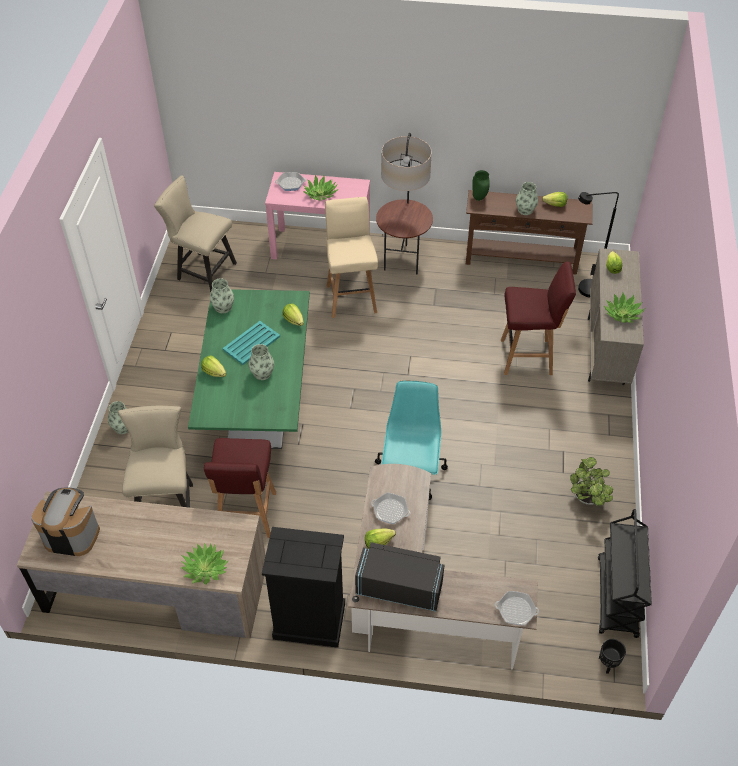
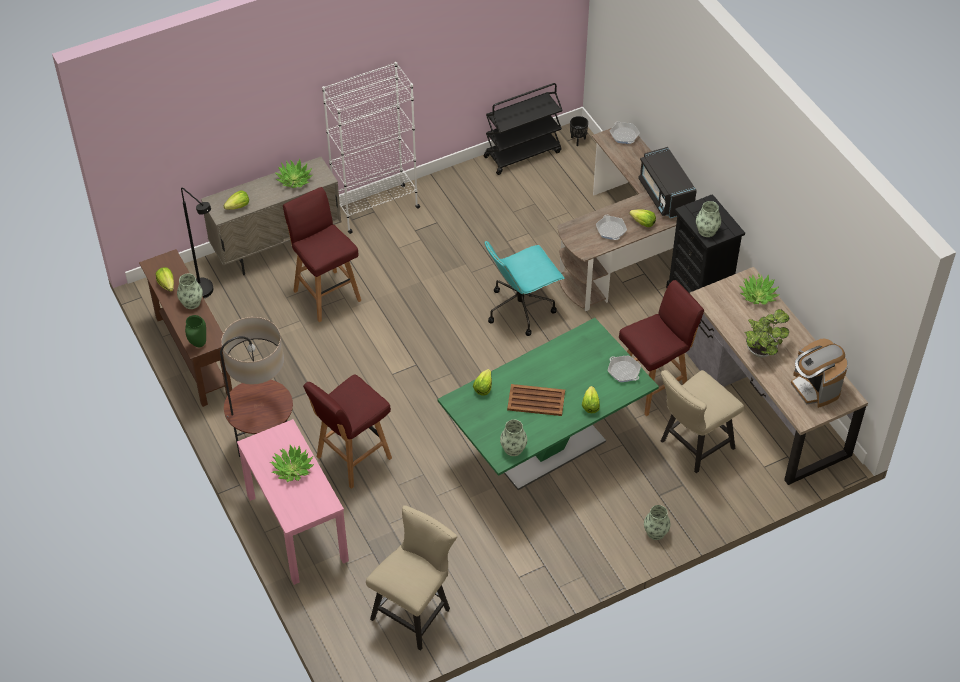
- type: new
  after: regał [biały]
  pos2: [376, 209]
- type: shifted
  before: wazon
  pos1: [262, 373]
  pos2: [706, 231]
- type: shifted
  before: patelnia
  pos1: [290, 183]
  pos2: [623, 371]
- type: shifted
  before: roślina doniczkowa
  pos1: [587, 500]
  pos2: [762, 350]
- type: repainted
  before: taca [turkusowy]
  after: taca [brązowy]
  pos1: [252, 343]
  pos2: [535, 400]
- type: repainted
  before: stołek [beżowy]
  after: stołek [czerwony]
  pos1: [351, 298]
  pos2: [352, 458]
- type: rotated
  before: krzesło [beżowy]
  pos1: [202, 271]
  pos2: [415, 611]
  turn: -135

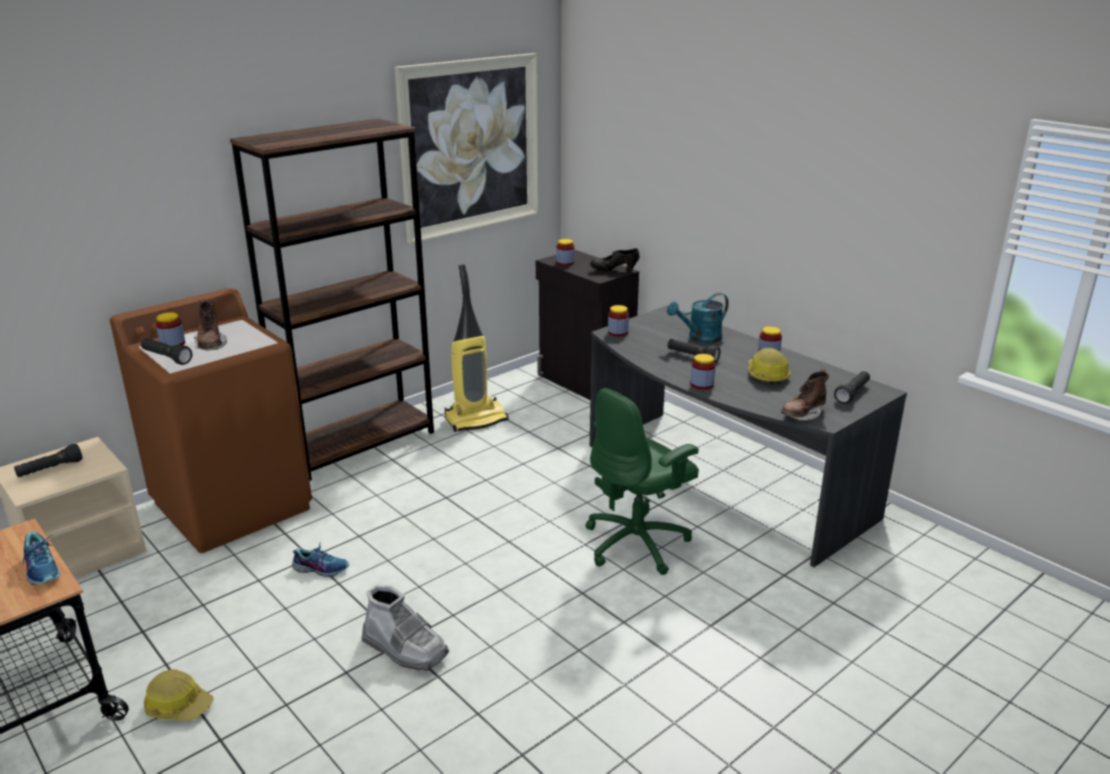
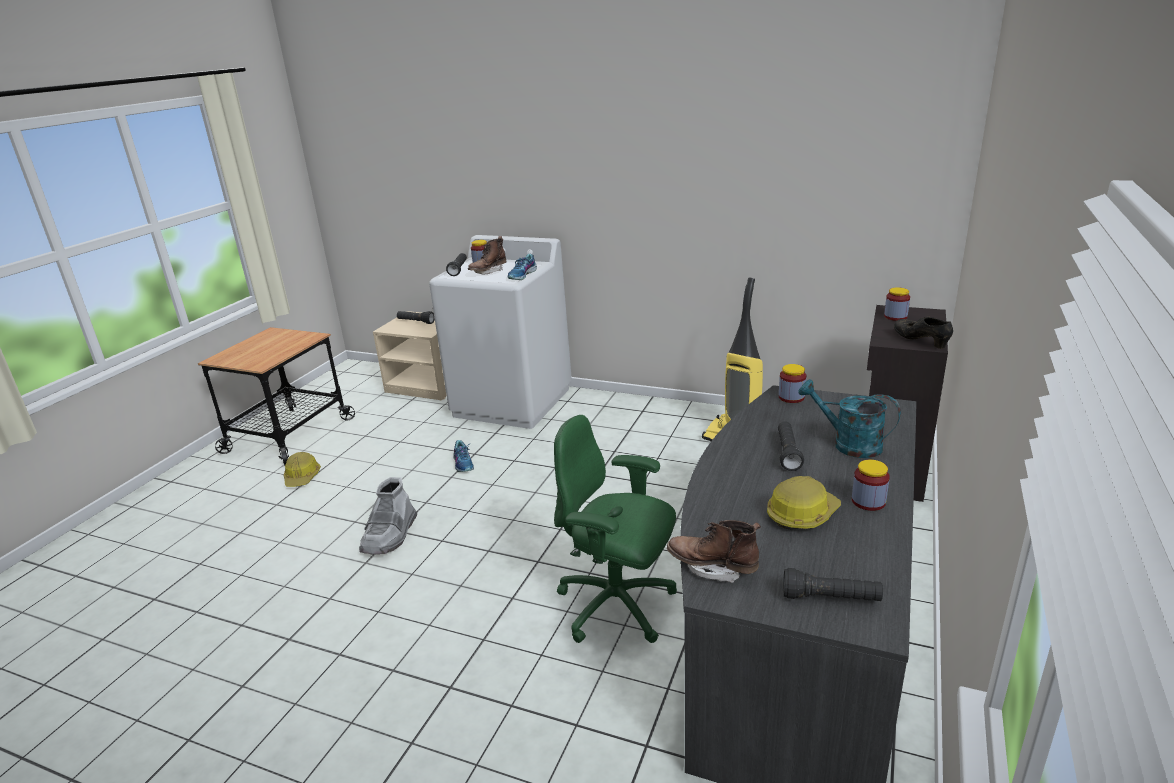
- type: gone
  before: regał [brązowy]
  pos1: [358, 444]
- type: gone
  before: obraz
  pos1: [470, 146]
- type: gone
  before: słoik
  pos1: [702, 384]
- type: shifted
  before: but
  pos1: [43, 568]
  pos2: [522, 275]
- type: repainted
  before: pralka [brązowy]
  after: pralka [biały]
  pos1: [233, 505]
  pos2: [513, 402]

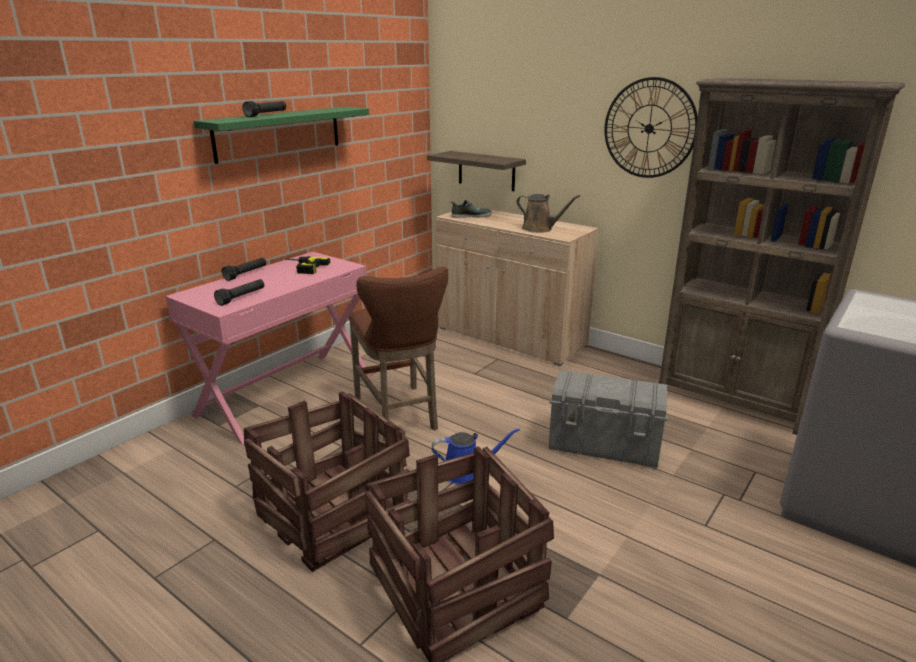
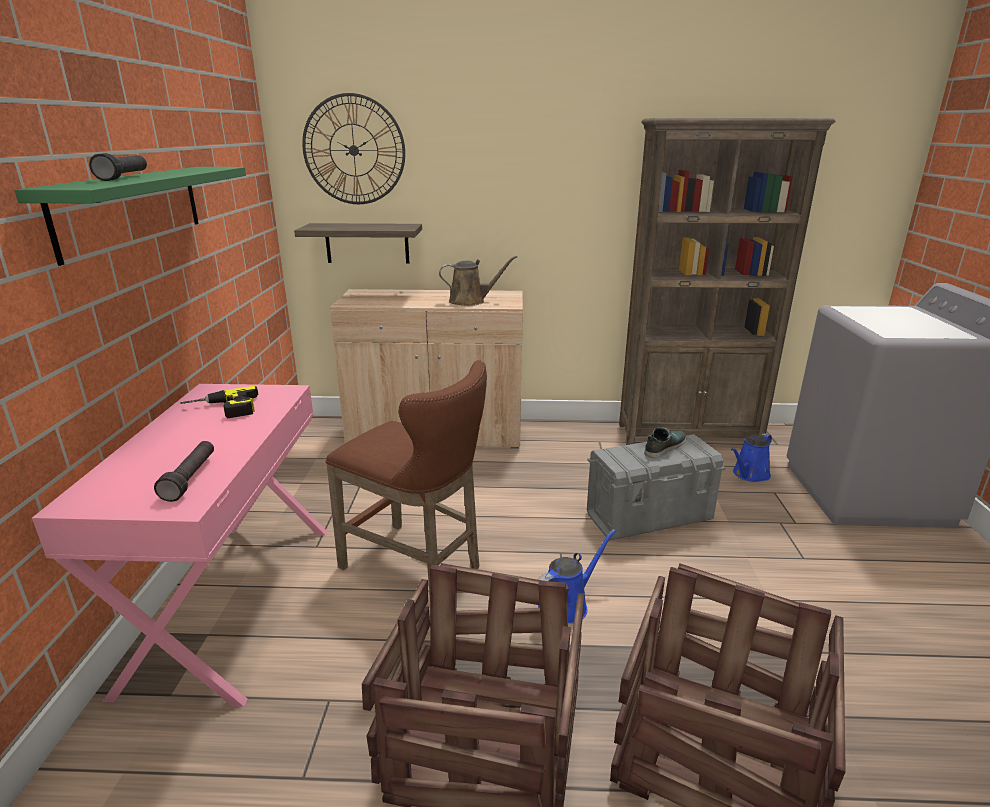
- type: gone
  before: latarka [czarny]
  pos1: [246, 274]
- type: new
  after: konewka [niebieski]
  pos2: [749, 474]
- type: shifted
  before: but
  pos1: [471, 216]
  pos2: [664, 447]
- type: shifted
  before: zegar ścienny
  pos1: [649, 128]
  pos2: [354, 150]

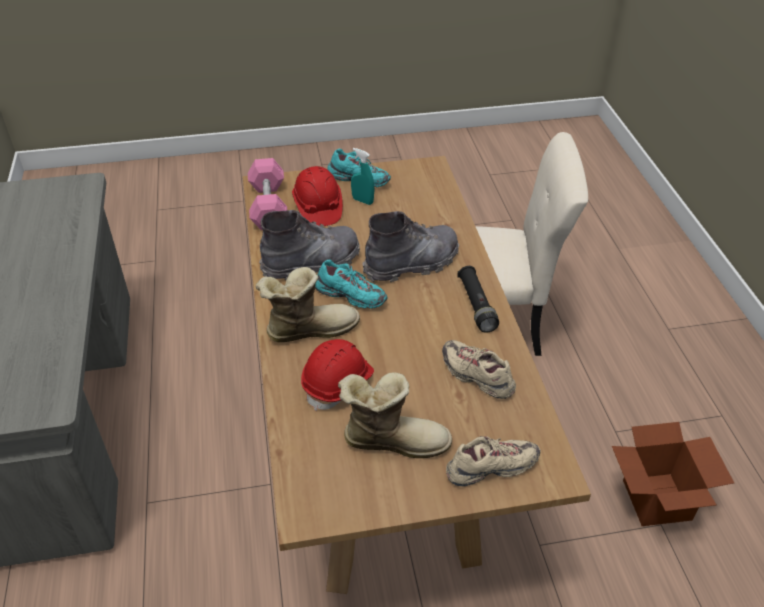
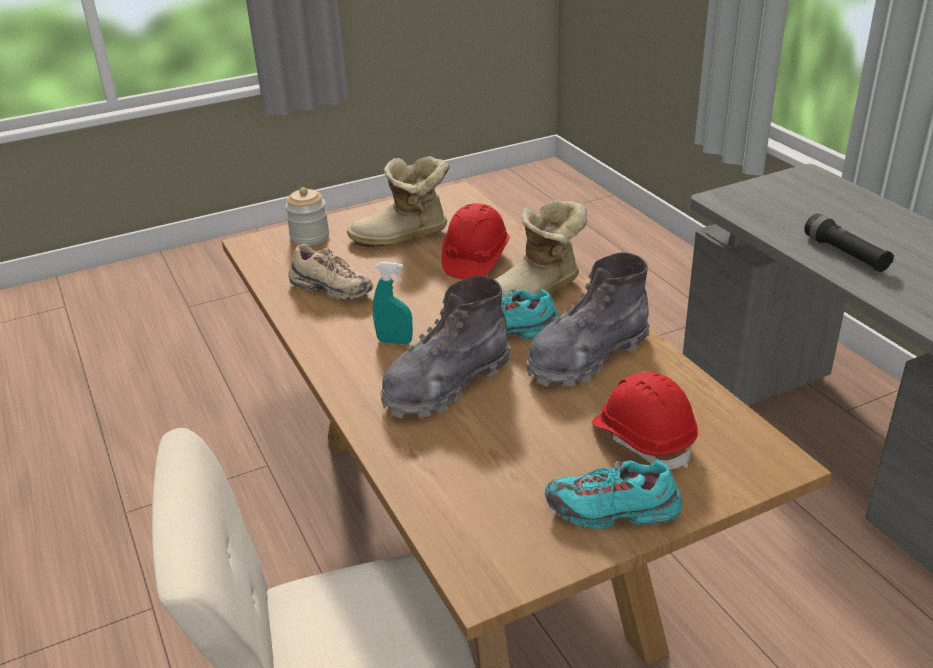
- type: gone
  before: hantel [różowy]
  pos1: [268, 206]
- type: gone
  before: karton
  pos1: [656, 499]
- type: shifted
  before: spryskiwacz [turkusowy]
  pos1: [362, 201]
  pos2: [394, 341]
- type: shifted
  before: latarka [czarny]
  pos1: [476, 305]
  pos2: [845, 254]
- type: swapped
  before: but [beżowy]
  after: słoik
  pos1: [491, 468]
  pos2: [309, 237]

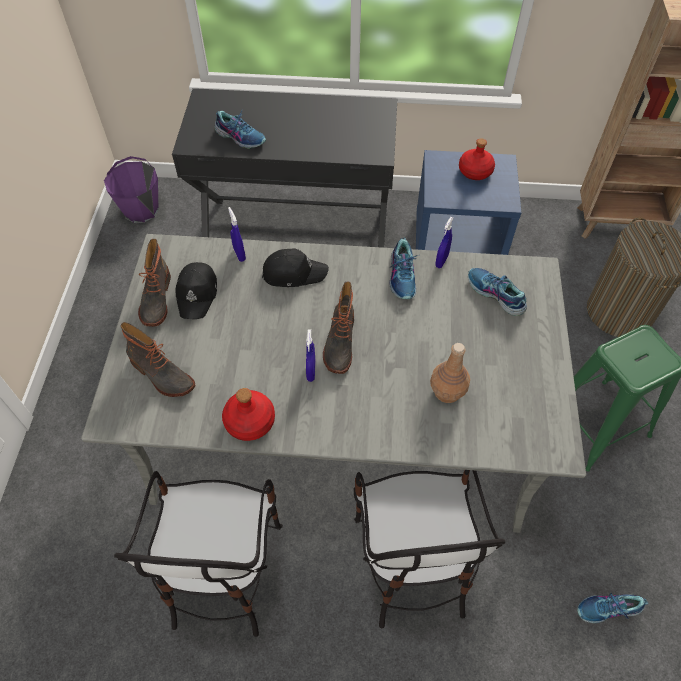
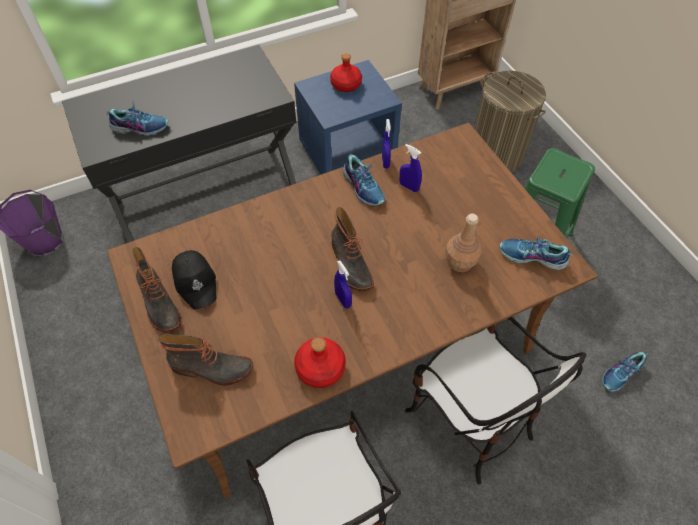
- type: gone
  before: czapka z daszkiem [czarny]
  pos1: [293, 273]
- type: shifted
  before: spryskiwacz [niebieski]
  pos1: [239, 254]
  pos2: [409, 187]
- type: shifted
  before: but
  pos1: [495, 295]
  pos2: [532, 257]
- type: repainted
  before: stół jadalny [szary]
  after: stół jadalny [brązowy]
  pos1: [341, 429]
  pos2: [349, 344]

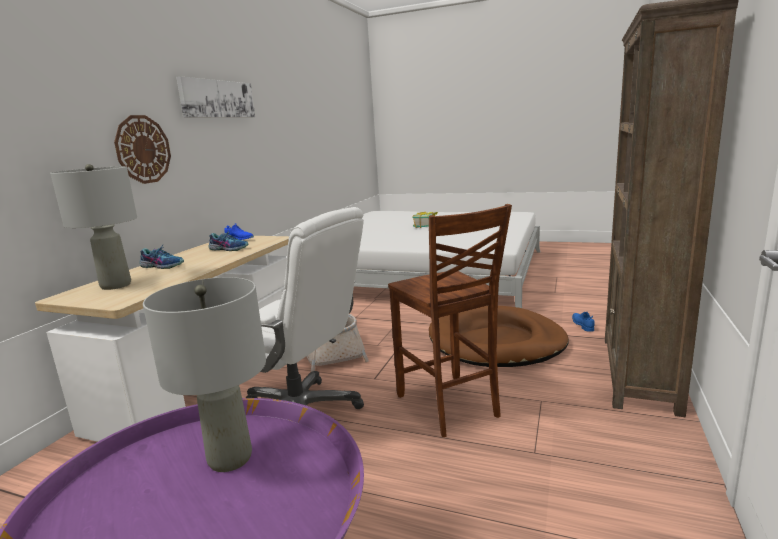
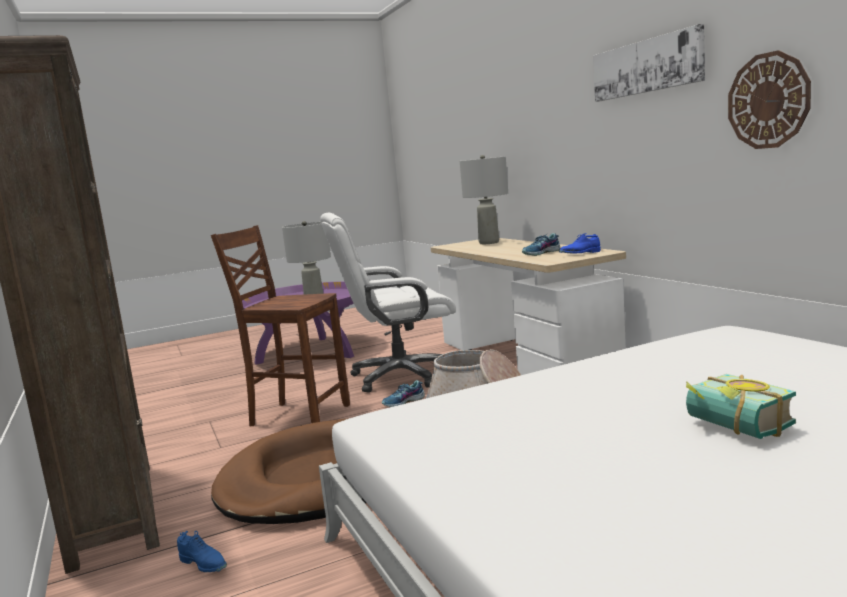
- type: shifted
  before: zegar ścienny
  pos1: [143, 149]
  pos2: [768, 101]
- type: shifted
  before: but
  pos1: [162, 266]
  pos2: [404, 402]

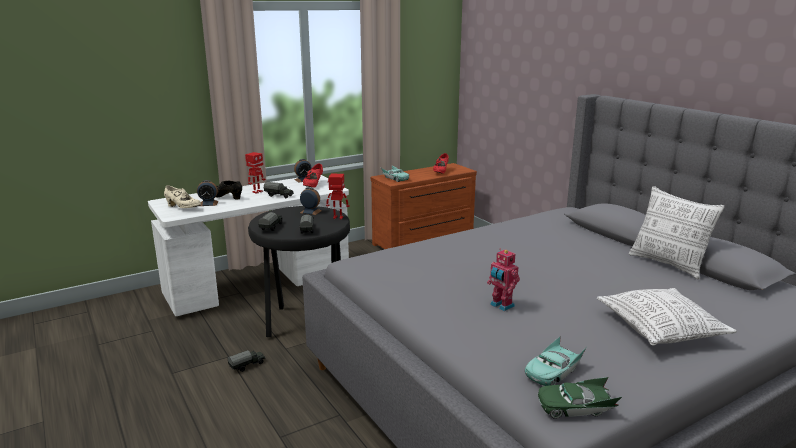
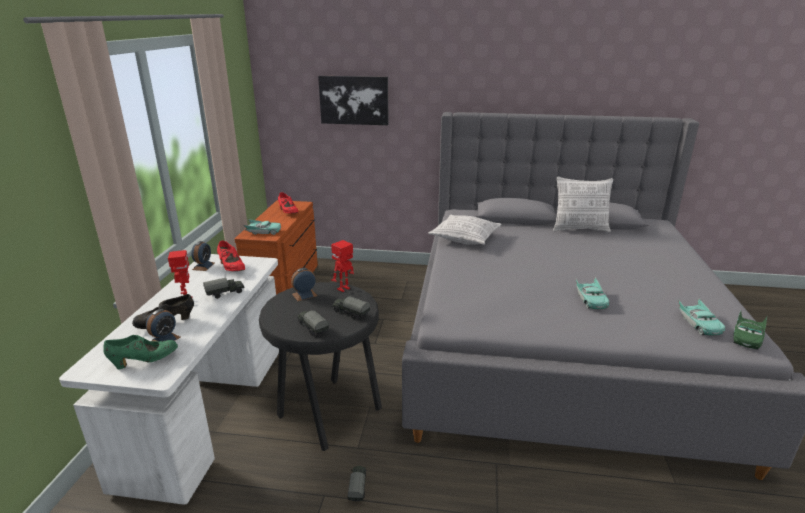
- type: new
  after: obraz
  pos2: [354, 100]
- type: shifted
  before: poduszka
  pos1: [661, 329]
  pos2: [465, 238]
- type: swapped
  before: robot zabawkowy
  after: samochodzik [turkusowy]
  pos1: [501, 306]
  pos2: [590, 299]
- type: repainted
  before: but [beżowy]
  after: but [zielony]
  pos1: [183, 208]
  pos2: [144, 361]

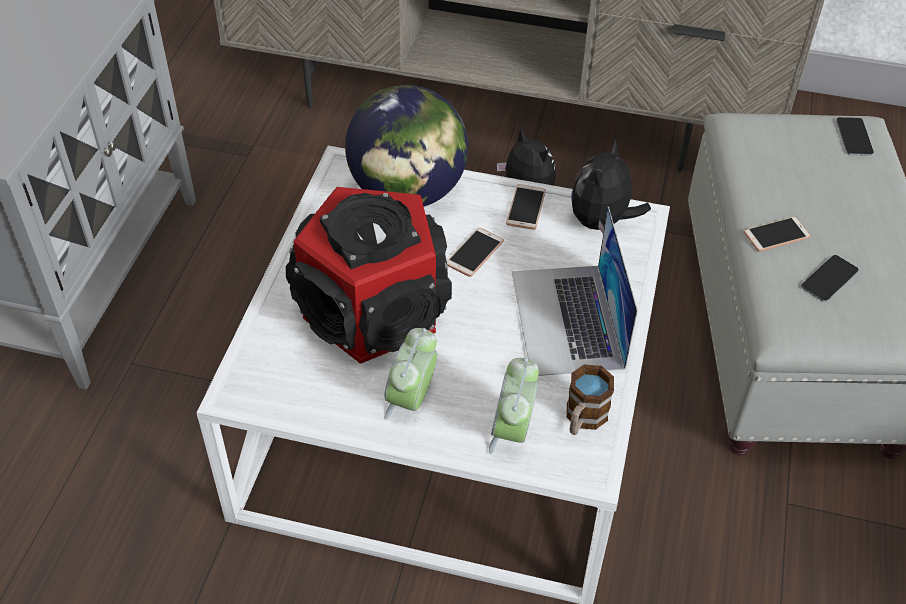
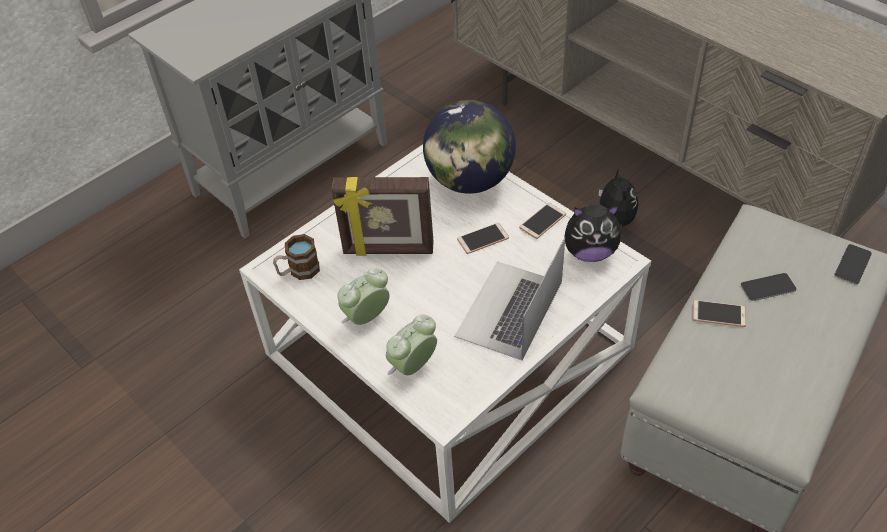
- type: shifted
  before: kubek
  pos1: [583, 419]
  pos2: [298, 271]
- type: shifted
  before: telefon
  pos1: [829, 279]
  pos2: [768, 287]
- type: swapped
  before: głośnik
  after: ramka na zdjęcie
  pos1: [373, 310]
  pos2: [388, 250]
- type: rotated
  before: pluszak
  pos1: [601, 222]
  pos2: [590, 252]
  turn: -150

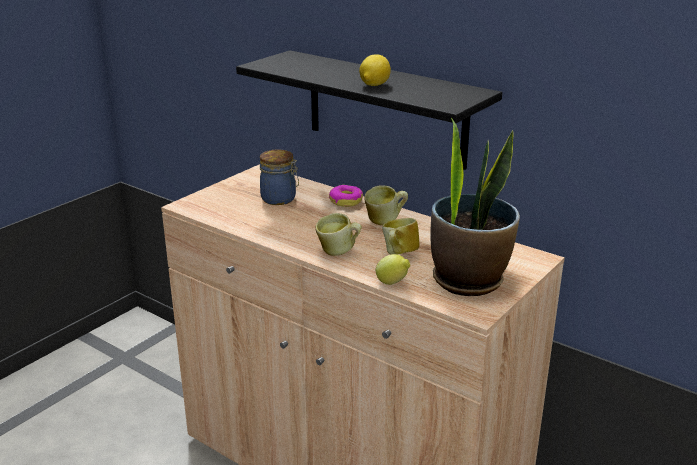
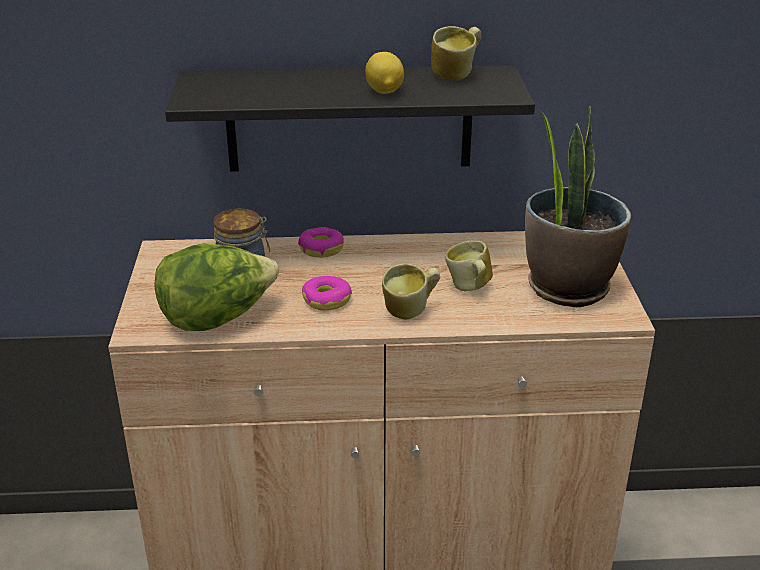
- type: gone
  before: cytryna
  pos1: [393, 283]
- type: new
  after: sałata
  pos2: [217, 318]
- type: new
  after: donut
  pos2: [327, 300]
- type: shifted
  before: kubek
  pos1: [385, 221]
  pos2: [456, 76]

